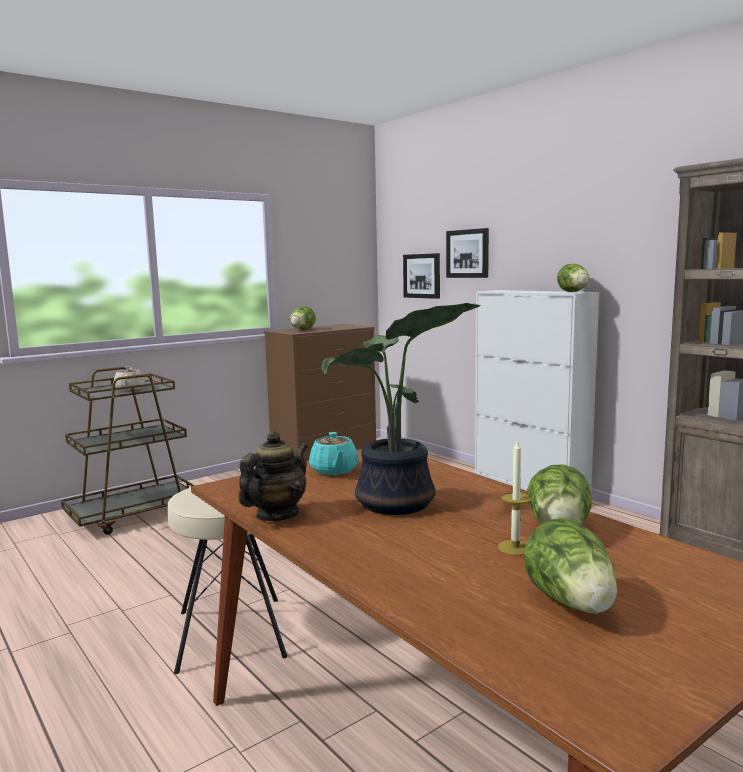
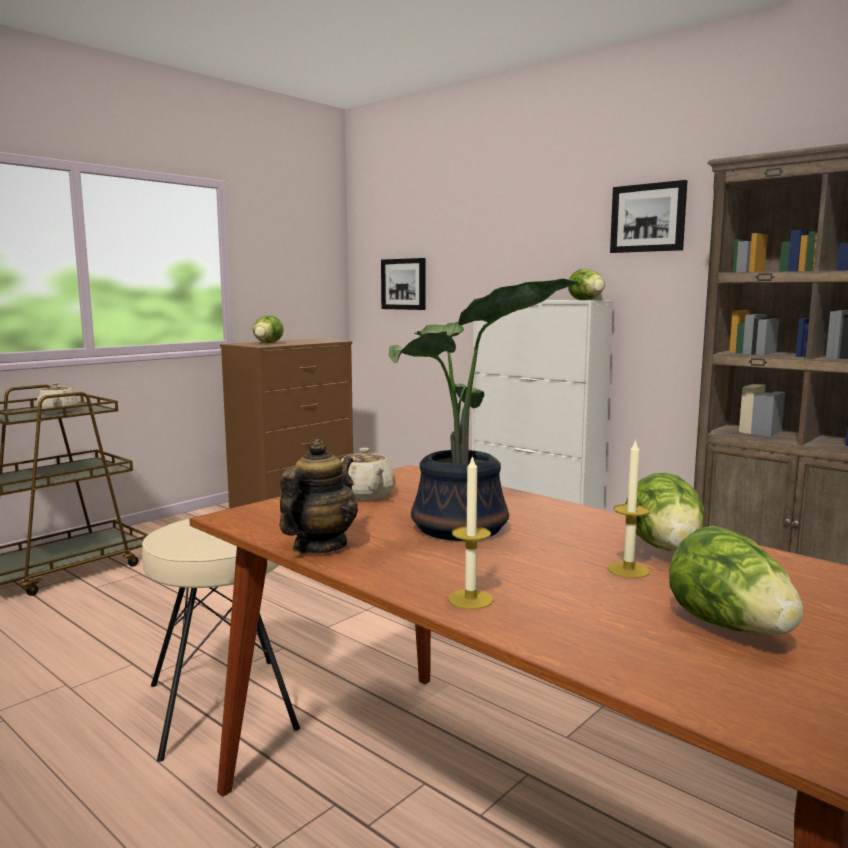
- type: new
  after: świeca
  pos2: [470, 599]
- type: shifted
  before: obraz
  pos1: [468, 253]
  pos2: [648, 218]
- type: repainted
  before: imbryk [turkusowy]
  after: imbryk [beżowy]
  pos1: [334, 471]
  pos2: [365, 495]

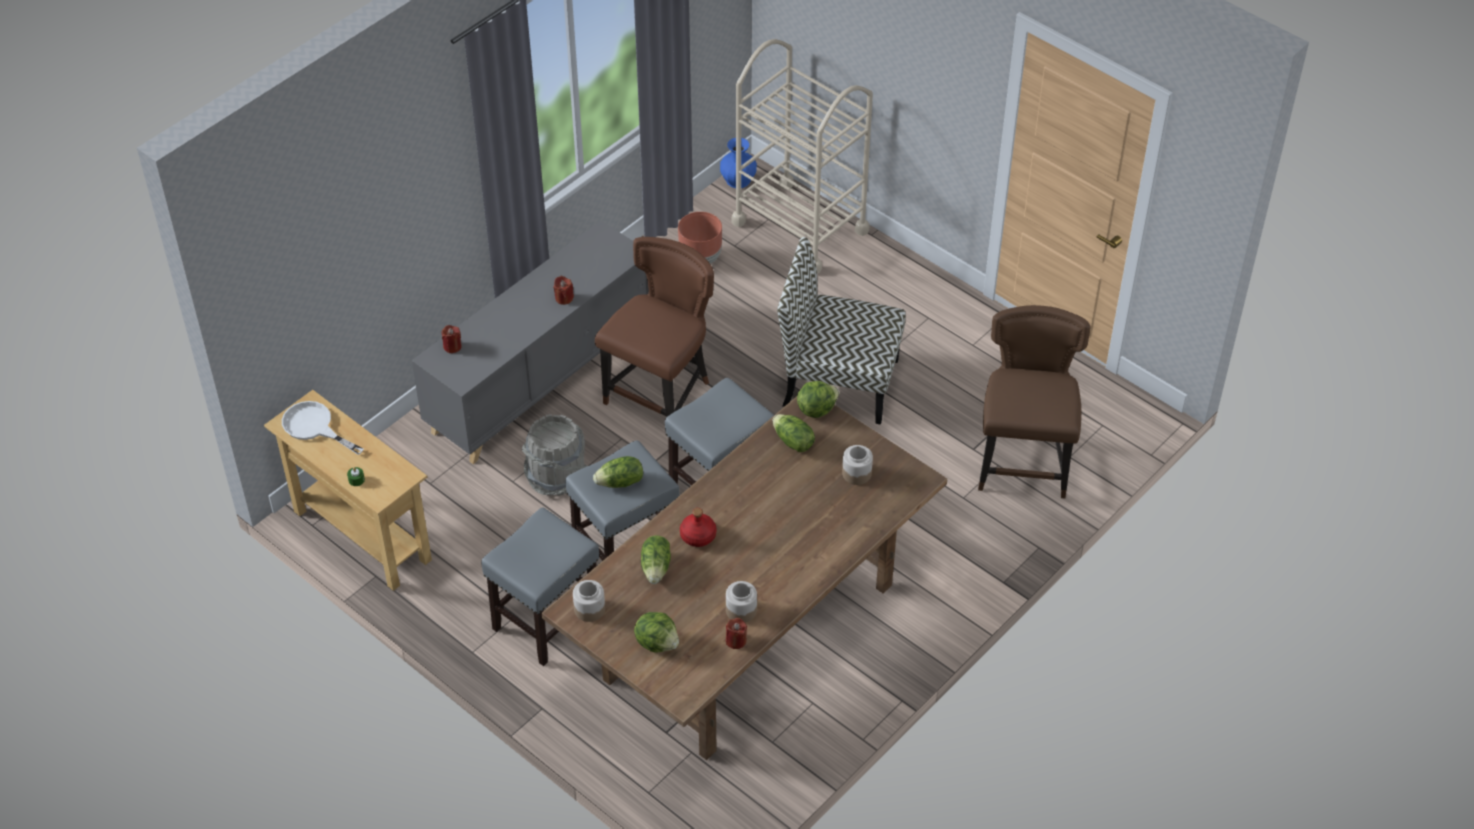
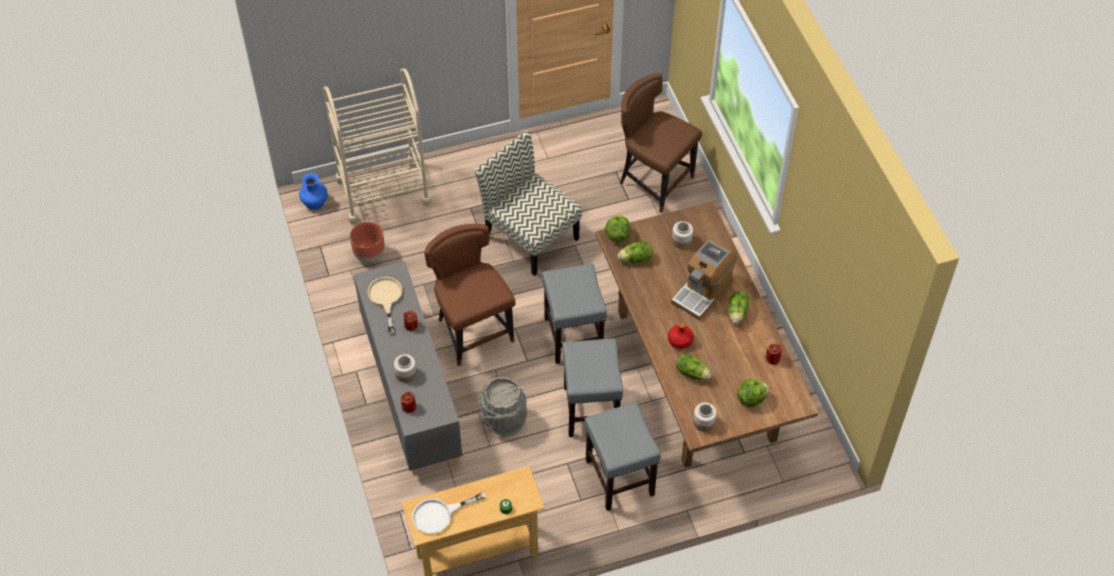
- type: new
  after: patelnia [beżowy]
  pos2: [386, 298]
- type: new
  after: ekspres do kawy
  pos2: [702, 291]
- type: shifted
  before: sałata
  pos1: [620, 482]
  pos2: [737, 313]
- type: shifted
  before: słoik
  pos1: [741, 610]
  pos2: [405, 373]
- type: rotated
  before: krzesło
  pos1: [838, 382]
  pos2: [529, 236]
  turn: 90

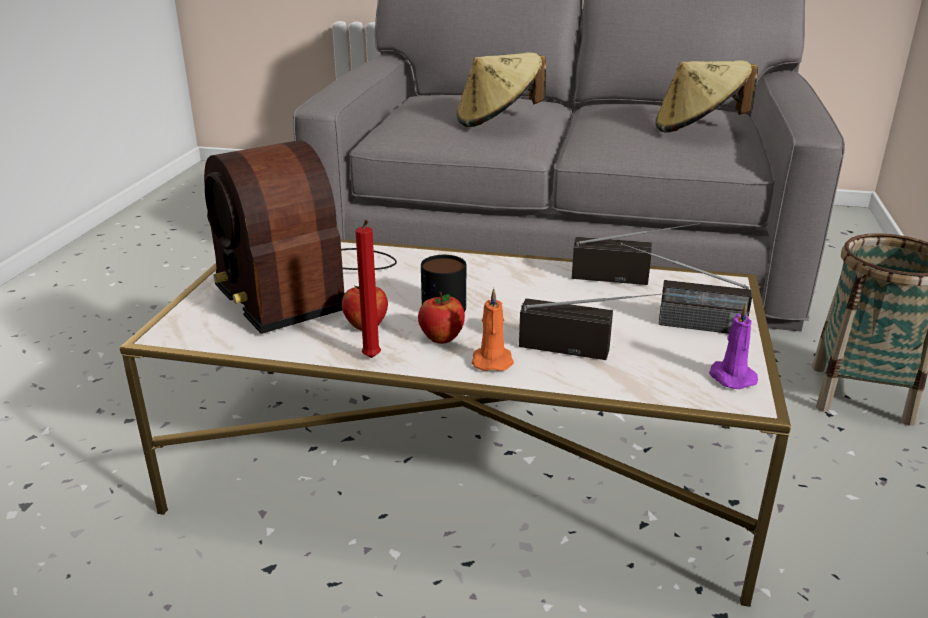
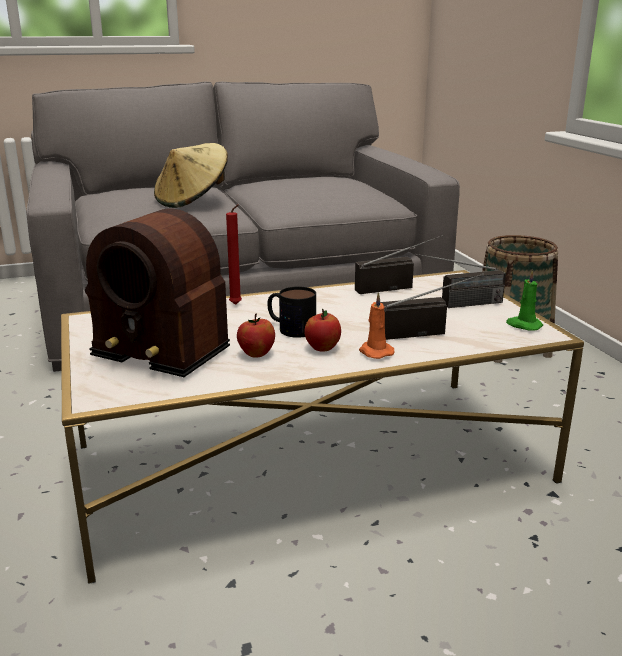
- type: gone
  before: kapelusz [beżowy]
  pos1: [698, 129]
- type: shifted
  before: świeca [czerwony]
  pos1: [372, 359]
  pos2: [236, 305]
- type: repainted
  before: świeca [fioletowy]
  after: świeca [zielony]
  pos1: [730, 377]
  pos2: [523, 325]

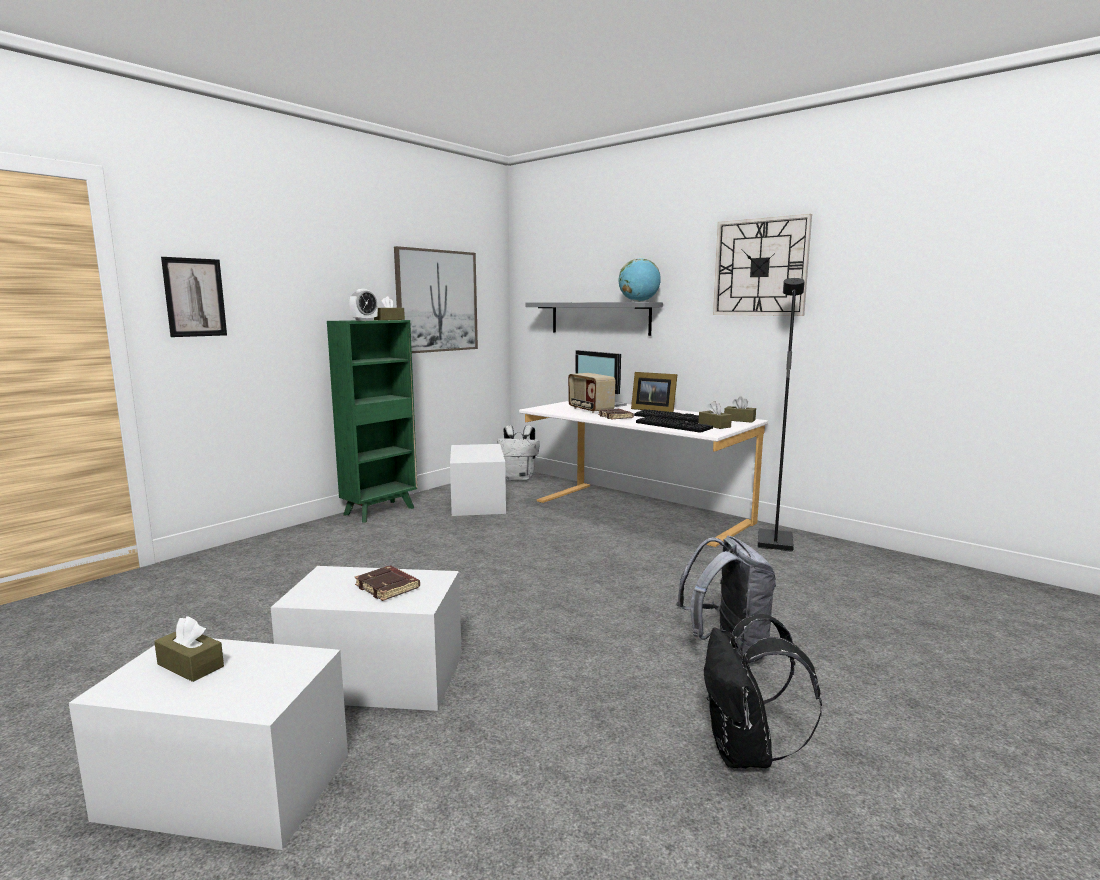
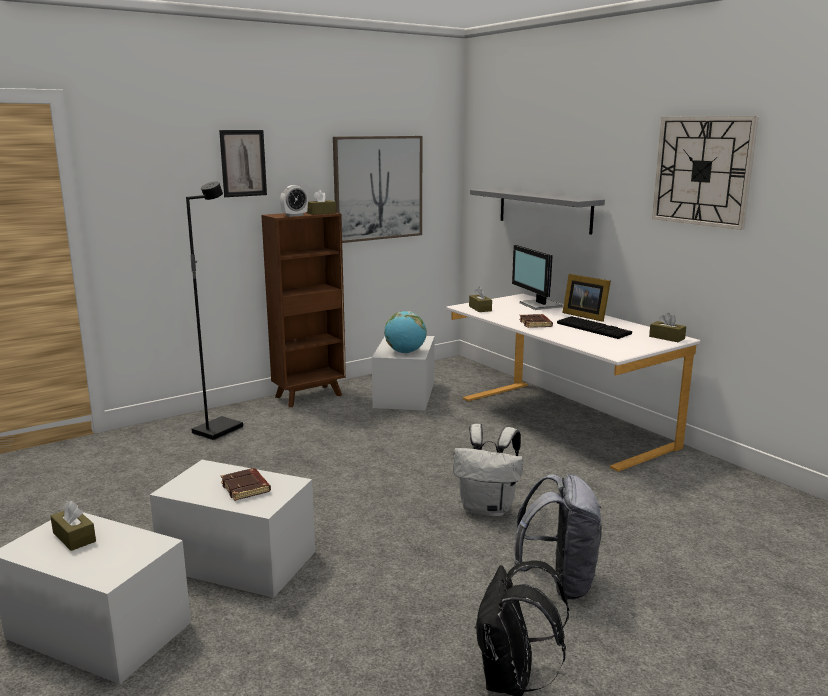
- type: gone
  before: radio
  pos1: [590, 410]
- type: gone
  before: klawiatura
  pos1: [674, 426]
- type: shifted
  before: obraz
  pos1: [195, 297]
  pos2: [243, 163]
- type: shifted
  before: plecak [biały]
  pos1: [518, 478]
  pos2: [488, 509]
- type: shifted
  before: globus
  pos1: [639, 301]
  pos2: [405, 352]
- type: shifted
  before: pudełko chusteczek [brązowy]
  pos1: [714, 425]
  pos2: [480, 308]
- type: shifted
  before: lampa stojąca [czarny]
  pos1: [773, 542]
  pos2: [217, 430]
- type: repainted
  before: regał [zielony]
  after: regał [brązowy]
  pos1: [380, 511]
  pos2: [310, 396]

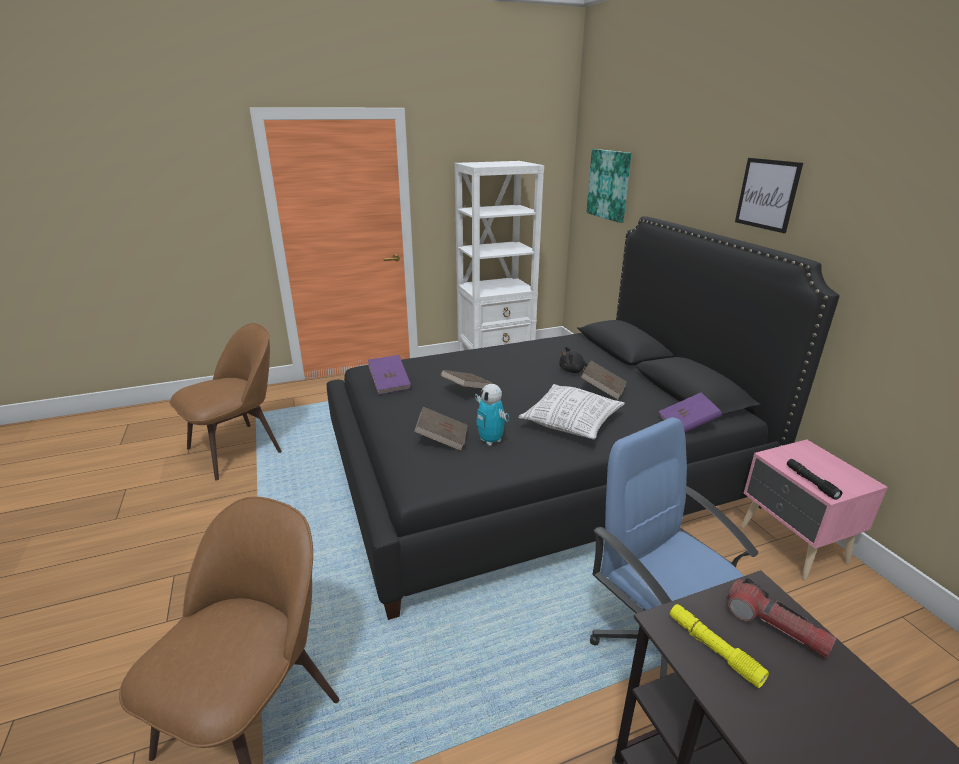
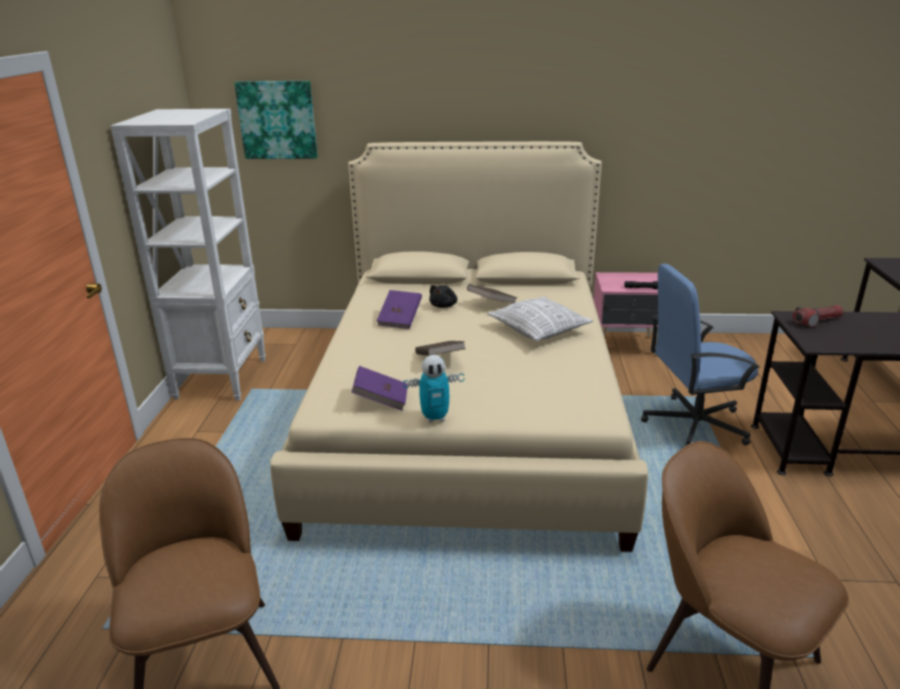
- type: gone
  before: książka [brązowy]
  pos1: [442, 439]
- type: gone
  before: latarka [żółty]
  pos1: [713, 649]
- type: gone
  before: obraz
  pos1: [767, 194]
- type: shifted
  before: robot zabawkowy
  pos1: [490, 440]
  pos2: [435, 418]
- type: shifted
  before: książka [fioletowy]
  pos1: [687, 425]
  pos2: [400, 320]
- type: repainted
  before: łóżko [czarny]
  after: łóżko [beżowy]
  pos1: [535, 470]
  pos2: [466, 415]

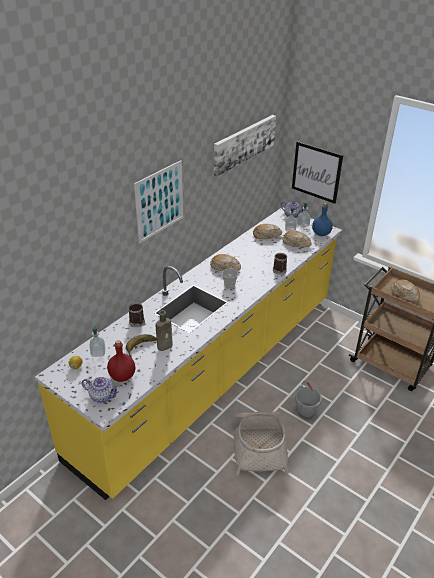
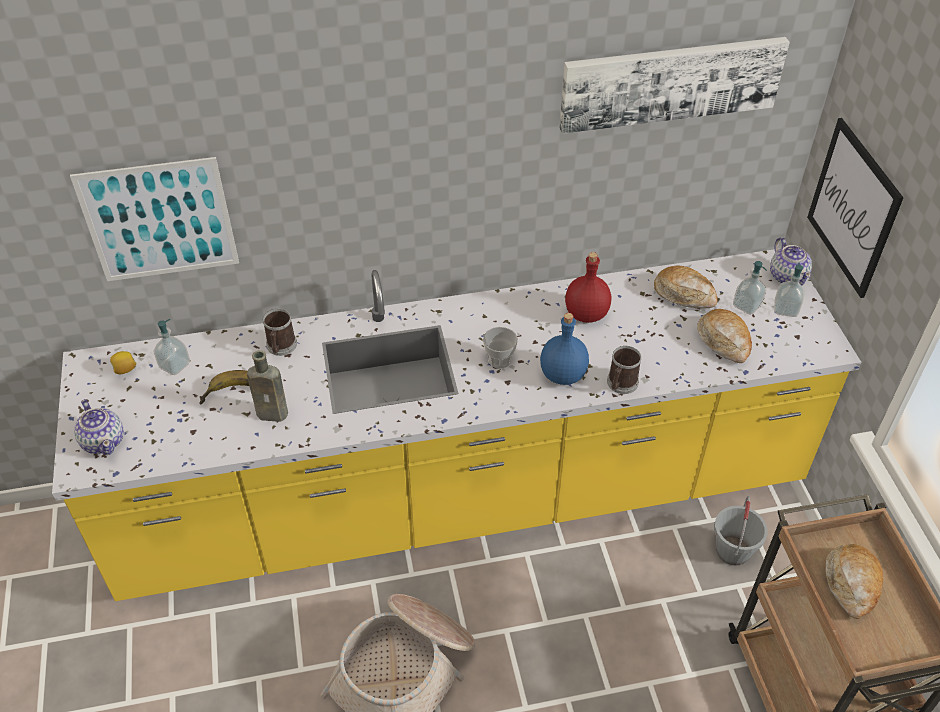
- type: gone
  before: chleb
  pos1: [225, 267]
- type: shifted
  before: butelka [czerwony]
  pos1: [122, 376]
  pos2: [585, 314]
- type: shifted
  before: obraz
  pos1: [159, 201]
  pos2: [159, 220]
- type: shifted
  before: wiadro [szary]
  pos1: [306, 411]
  pos2: [733, 551]
- type: shifted
  before: butelka [niebieski]
  pos1: [320, 234]
  pos2: [562, 374]

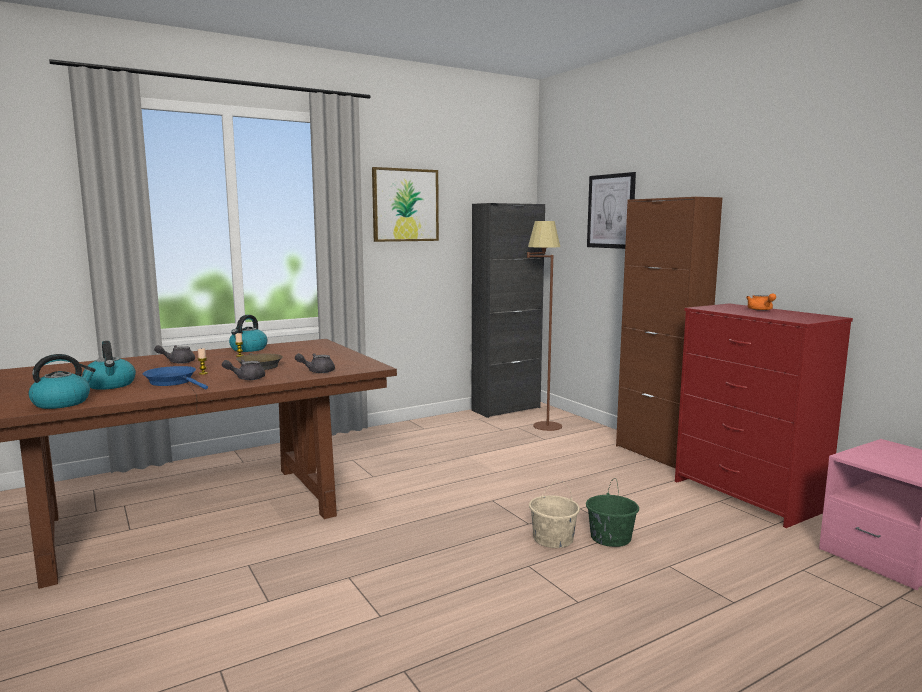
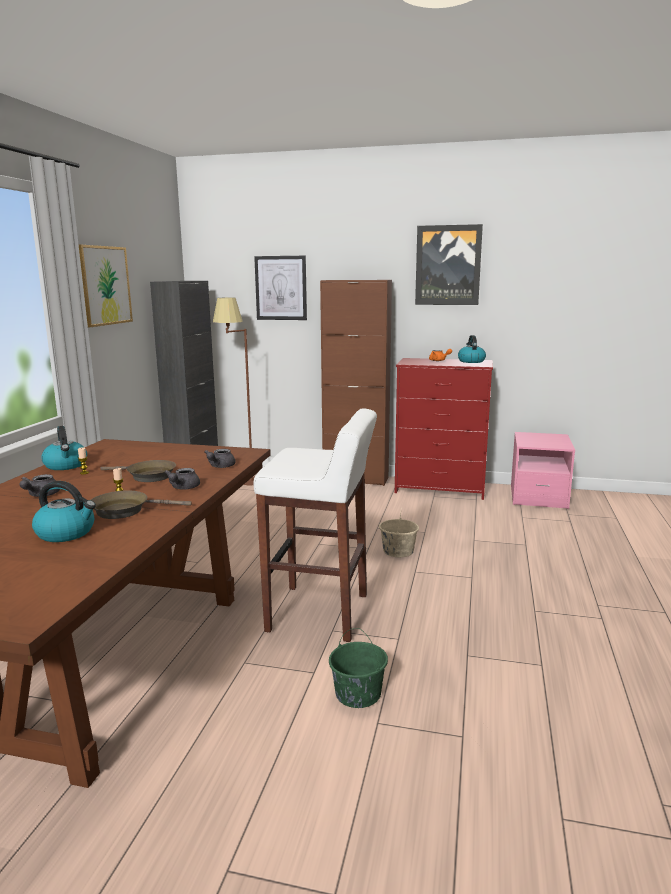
- type: new
  after: stołek [biały]
  pos2: [320, 613]
- type: new
  after: obraz
  pos2: [448, 265]
- type: shifted
  before: czajnik
  pos1: [62, 402]
  pos2: [471, 361]
- type: shifted
  before: wiadro [zielony]
  pos1: [610, 537]
  pos2: [357, 693]
- type: repainted
  before: patelnia [niebieski]
  after: patelnia [brązowy]
  pos1: [173, 382]
  pos2: [125, 510]

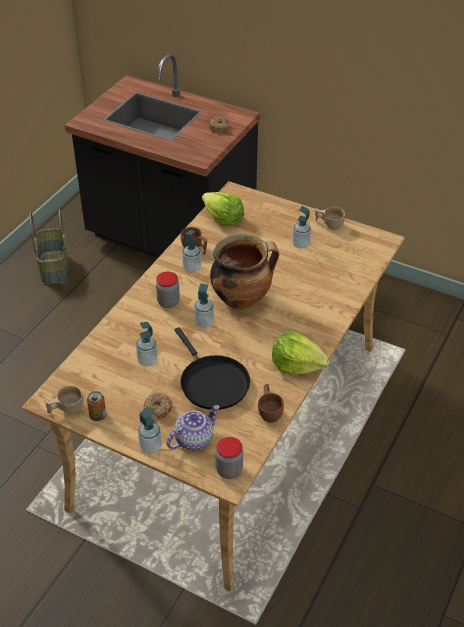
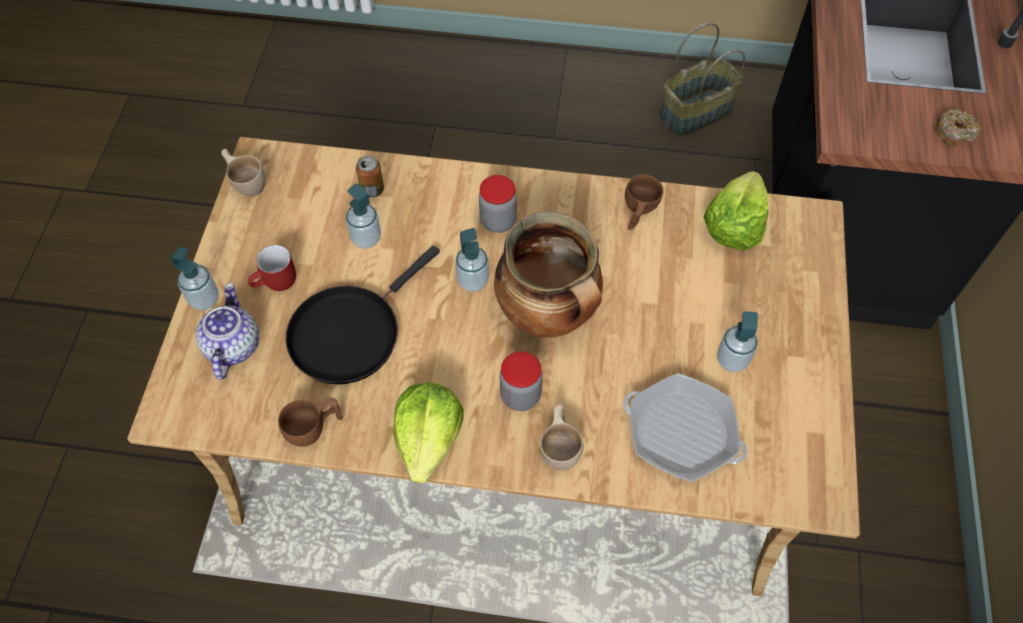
- type: gone
  before: dozownik mydła
  pos1: [192, 268]
- type: new
  after: patelnia
  pos2: [681, 433]
- type: shifted
  before: puszka
  pos1: [98, 415]
  pos2: [372, 190]
- type: shifted
  before: słoik
  pos1: [229, 470]
  pos2: [520, 395]
- type: shifted
  before: filiżanka [beżowy]
  pos1: [328, 224]
  pos2: [561, 446]
- type: swapped
  before: donut
  after: kubek [czerwony]
  pos1: [158, 409]
  pos2: [277, 283]
- type: rotated
  before: imbryk
  pos1: [194, 439]
  pos2: [232, 346]
  turn: -120

